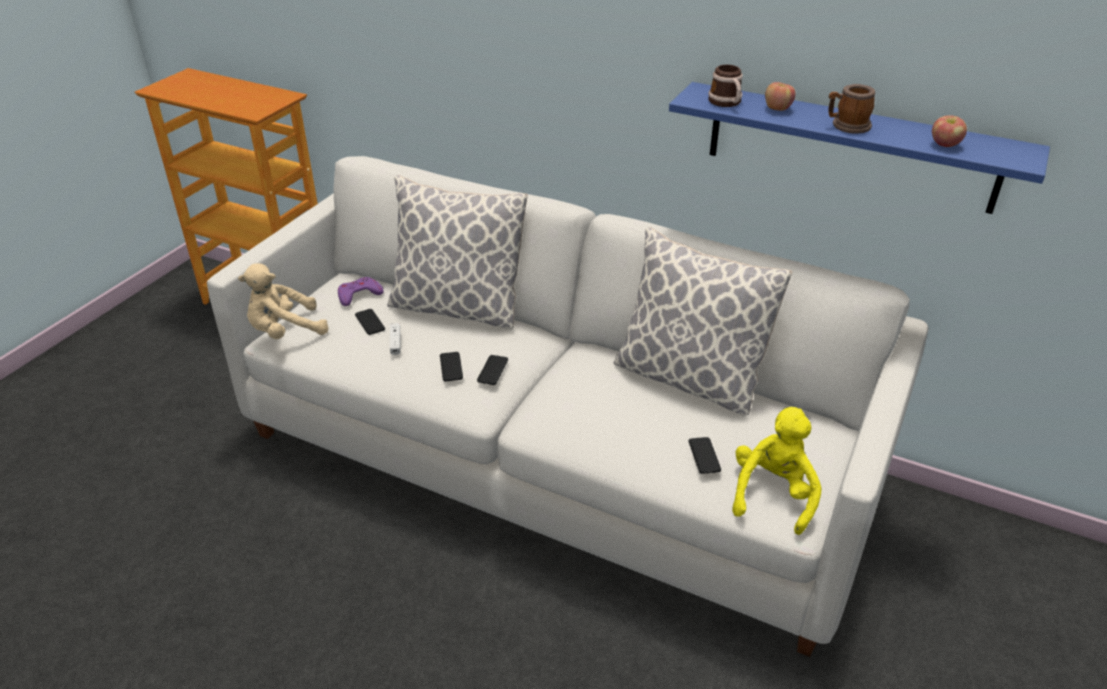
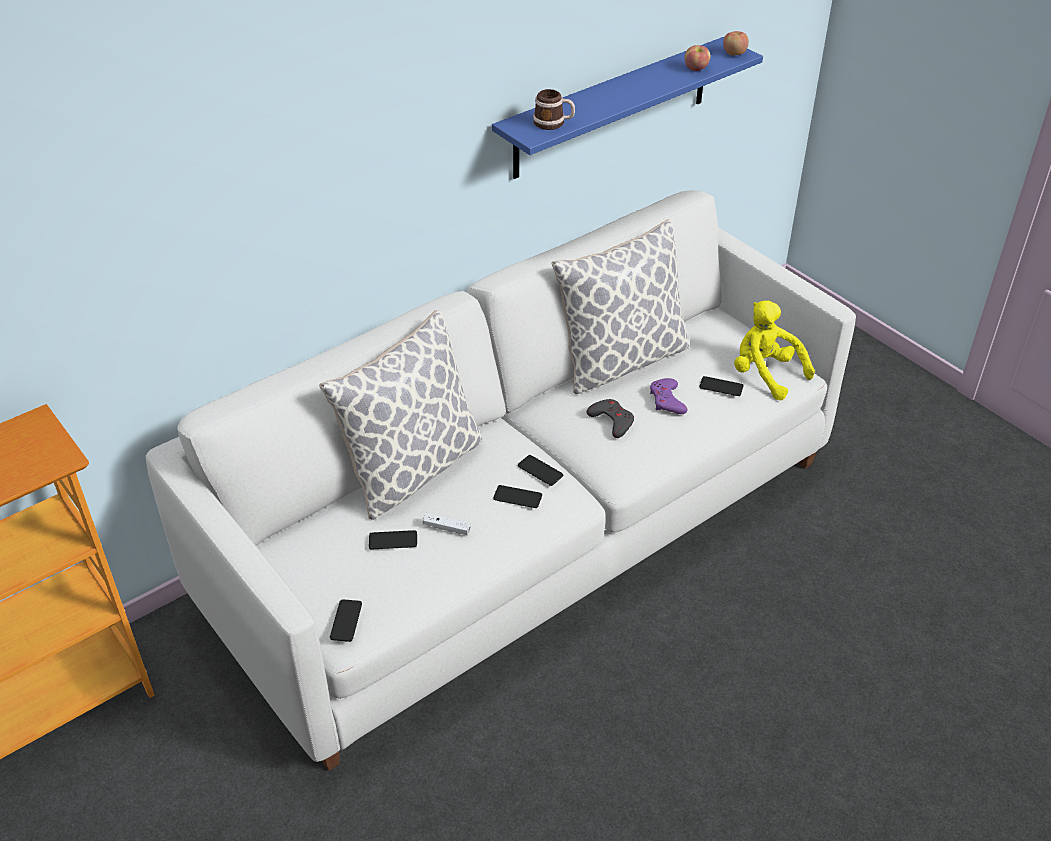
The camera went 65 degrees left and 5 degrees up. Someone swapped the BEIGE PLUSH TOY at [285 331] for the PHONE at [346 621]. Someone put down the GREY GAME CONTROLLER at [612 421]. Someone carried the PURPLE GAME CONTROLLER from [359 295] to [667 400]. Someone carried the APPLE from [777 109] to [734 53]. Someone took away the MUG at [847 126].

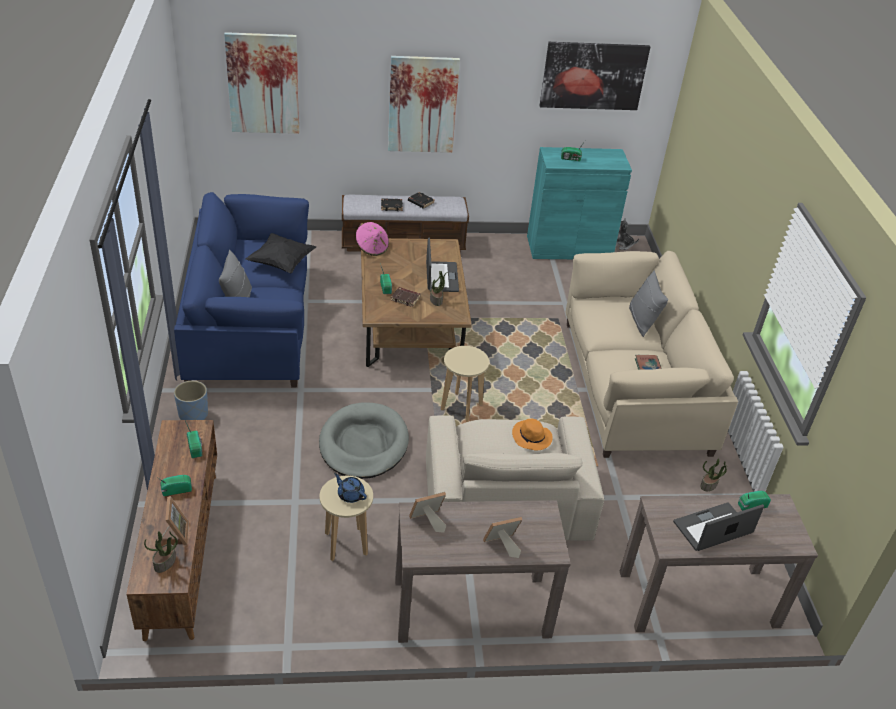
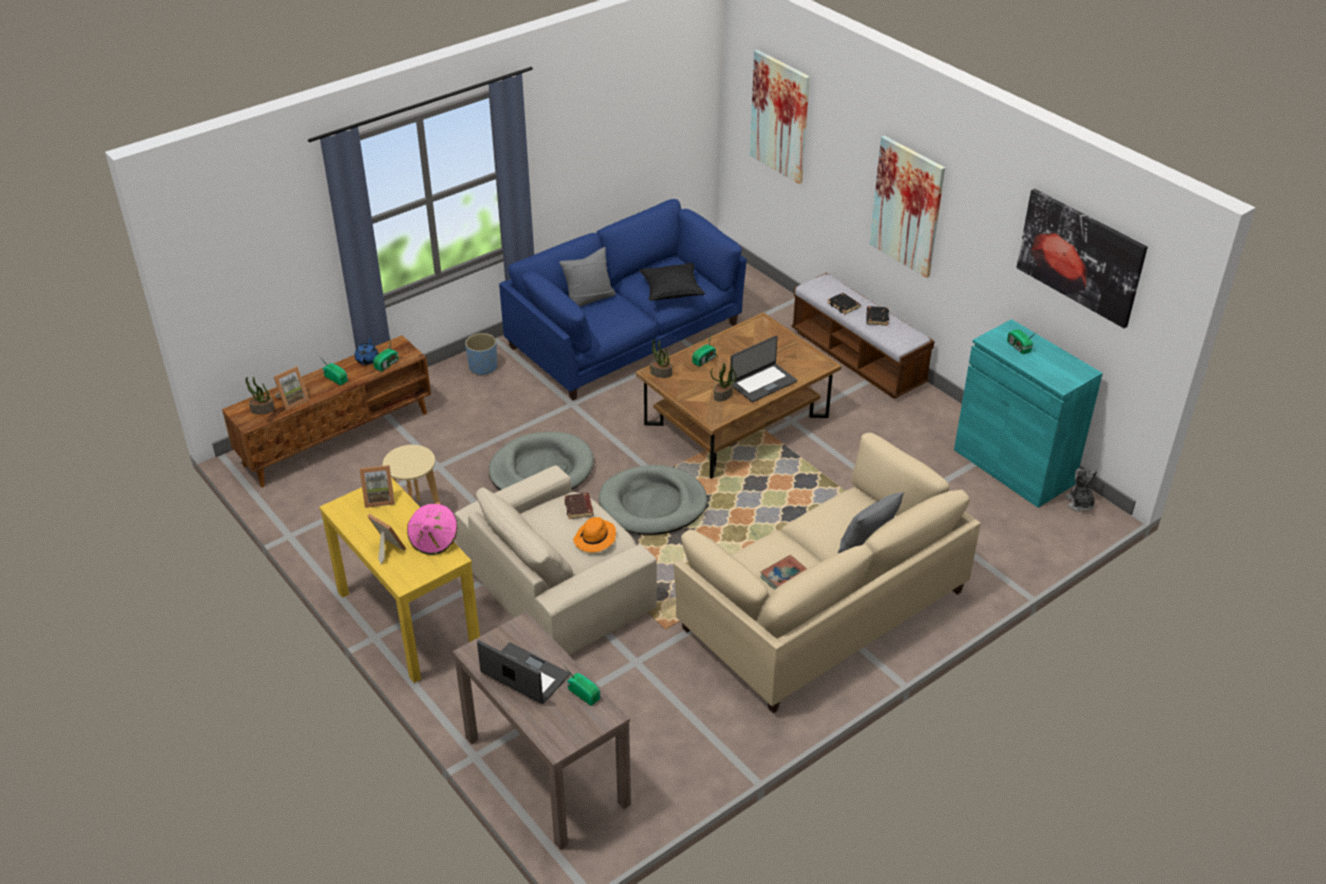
The camera went 60 degrees right and 0 degrees up. Someone repainted the BROWN CONSOLE TABLE at [471 608], which became the YELLOW CONSOLE TABLE at [407 618]. Someone carried the BLUE TEAPOT from [350 495] to [367 359]. Someone rotated the PICTURE FRAME at [427 522] by 135 degrees clockwise. Someone carried the PINK HAT from [372 248] to [434 540]. Someone carried the BROWN BOOK from [406 298] to [579 508]. Someone swapped the BEIGE STOOL at [461 407] for the GREY DOG BED at [653 504]. Someone carried the POTTED PLANT from [709 485] to [660 373].

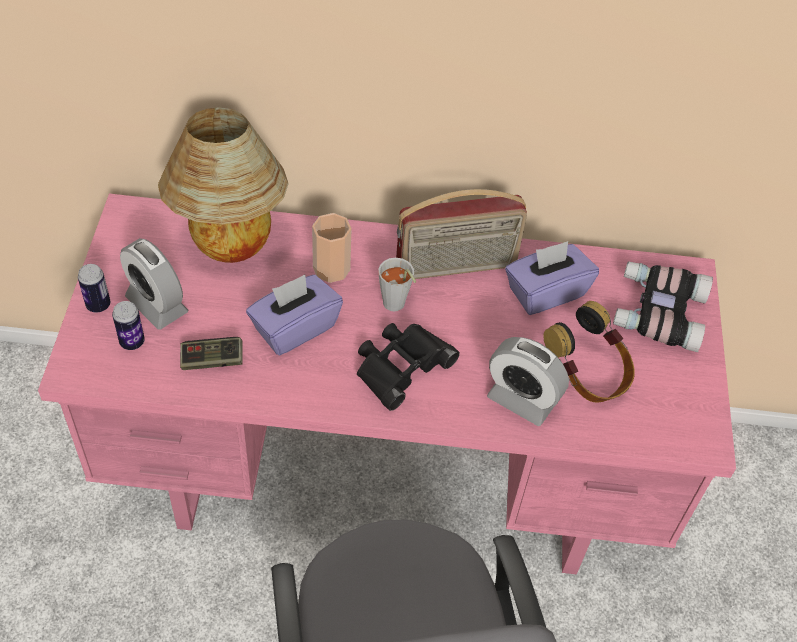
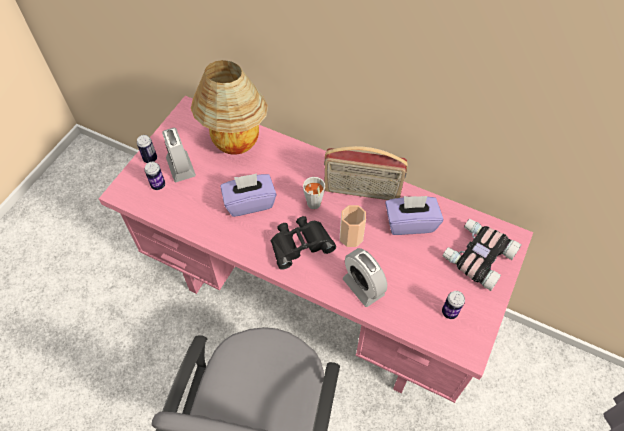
The camera went 25 degrees right and 5 degrees up. Someone carried the CUP from [331 268] to [351 237]. Someone put down the CAN at [449 312]. Someone took away the GAME CONTROLLER at [212 360]. Someone took away the HEADPHONES at [587 375].

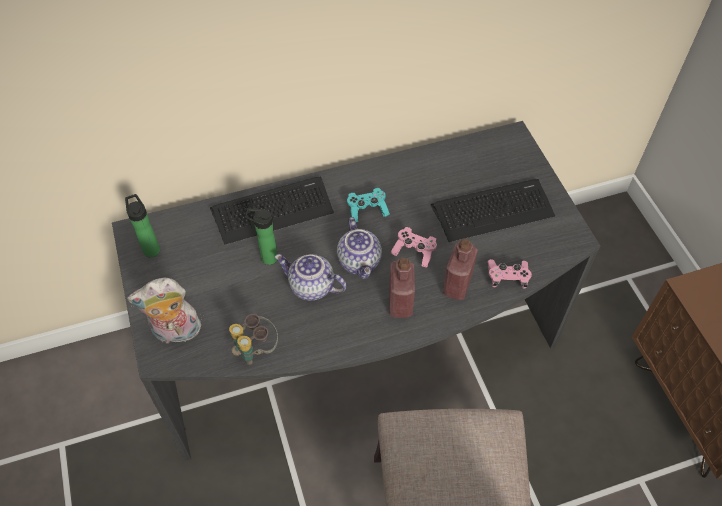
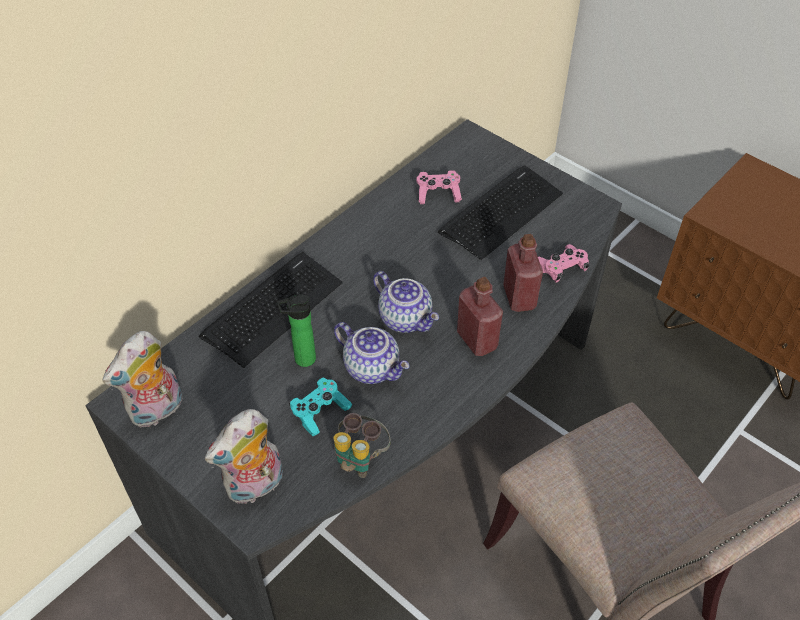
The camera went 30 degrees left and 5 degrees down. Someone swapped the BOTTLE at [151 248] for the PLUSH TOY at [157 411]. Someone carried the TURQUOISE GAME CONTROLLER from [367 210] to [320 412]. Someone rotated the TEAPOT at [310 287] by 135 degrees counterclockwise. Someone carried the PINK GAME CONTROLLER from [414 251] to [438 194].

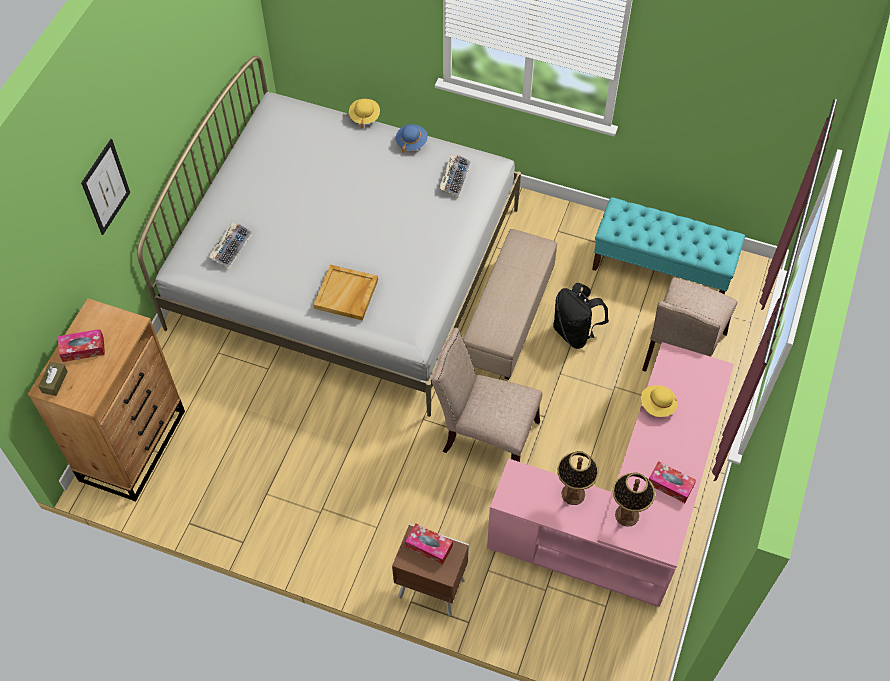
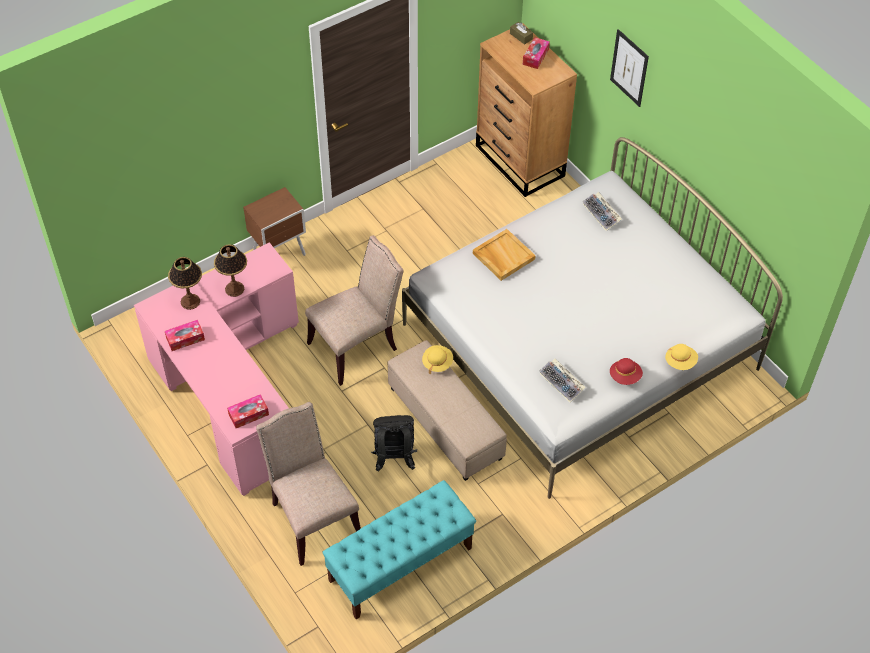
The camera went 125 degrees right and 5 degrees down. Someone carried the TISSUE BOX from [429 546] to [248 414]. Someone carried the YELLOW HAT from [657 405] to [437 363]. Someone repainted the BLUE HAT at [411 142], which became the RED HAT at [625 376].

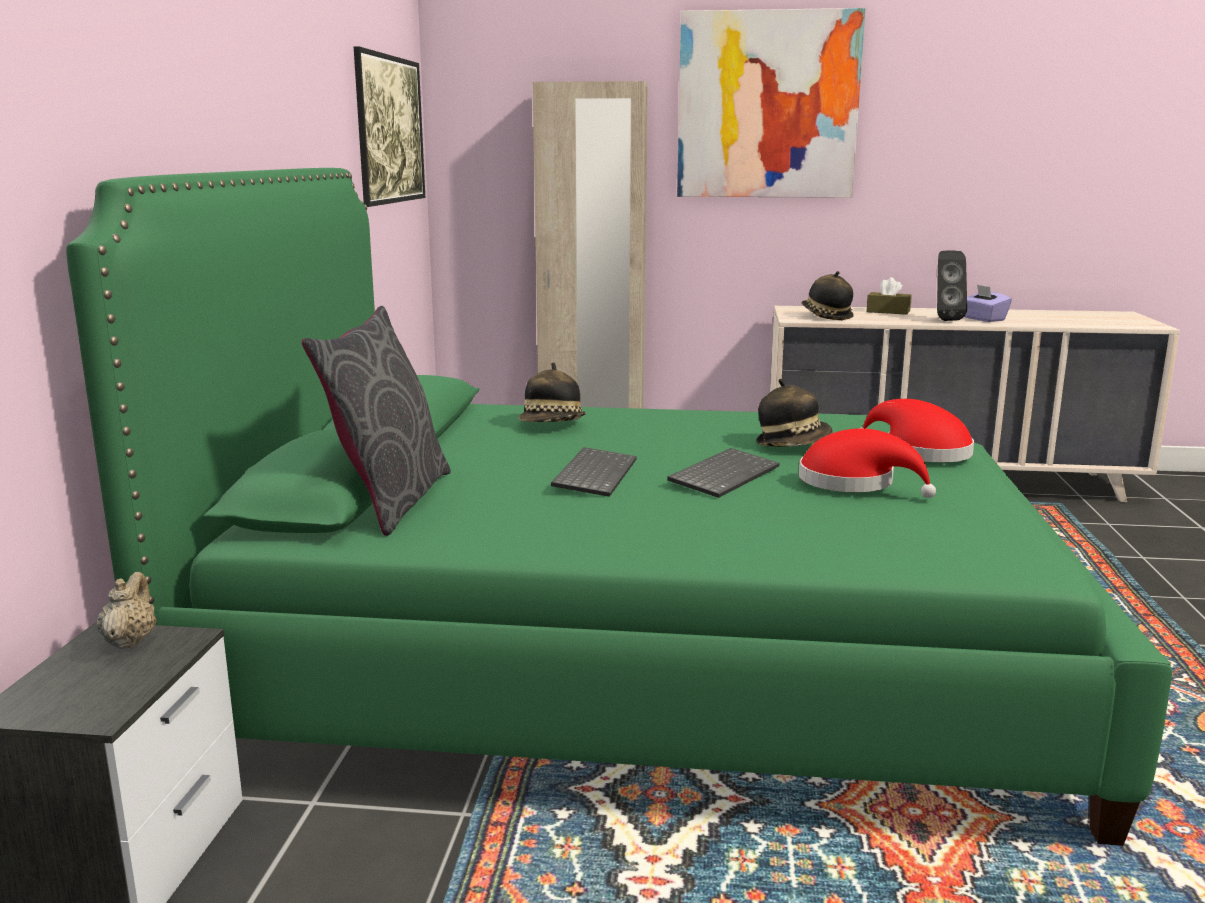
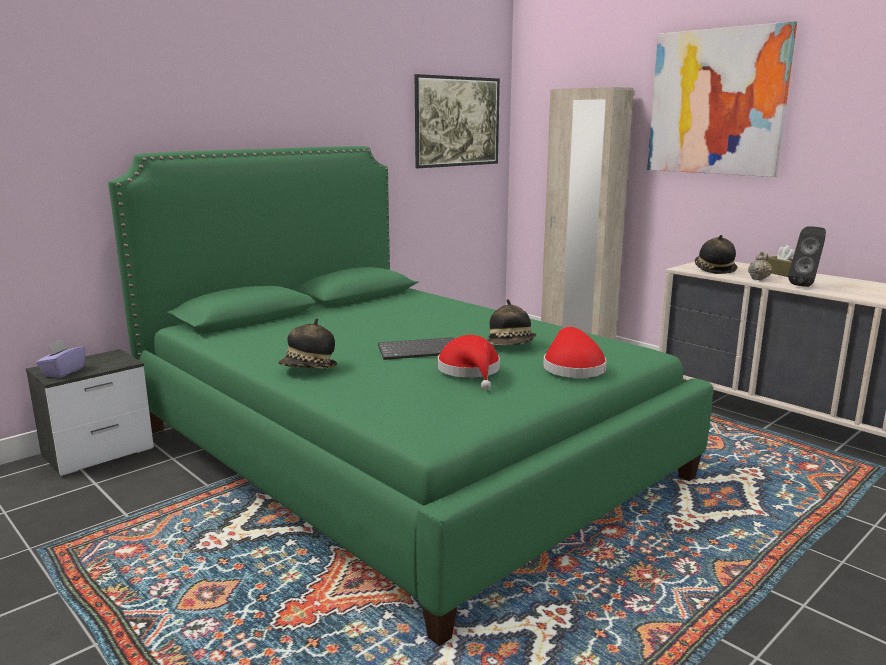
The camera went 40 degrees right and 0 degrees up. Someone carried the PURPLE TISSUE BOX from [983 319] to [63 372]. Someone carried the HAT from [552 425] to [309 369]. Someone carried the BEIGE TEAPOT from [130 641] to [758 279]. Someone took away the GREY PILLOW at [389 500]. Someone took away the KEYBOARD at [593 474].

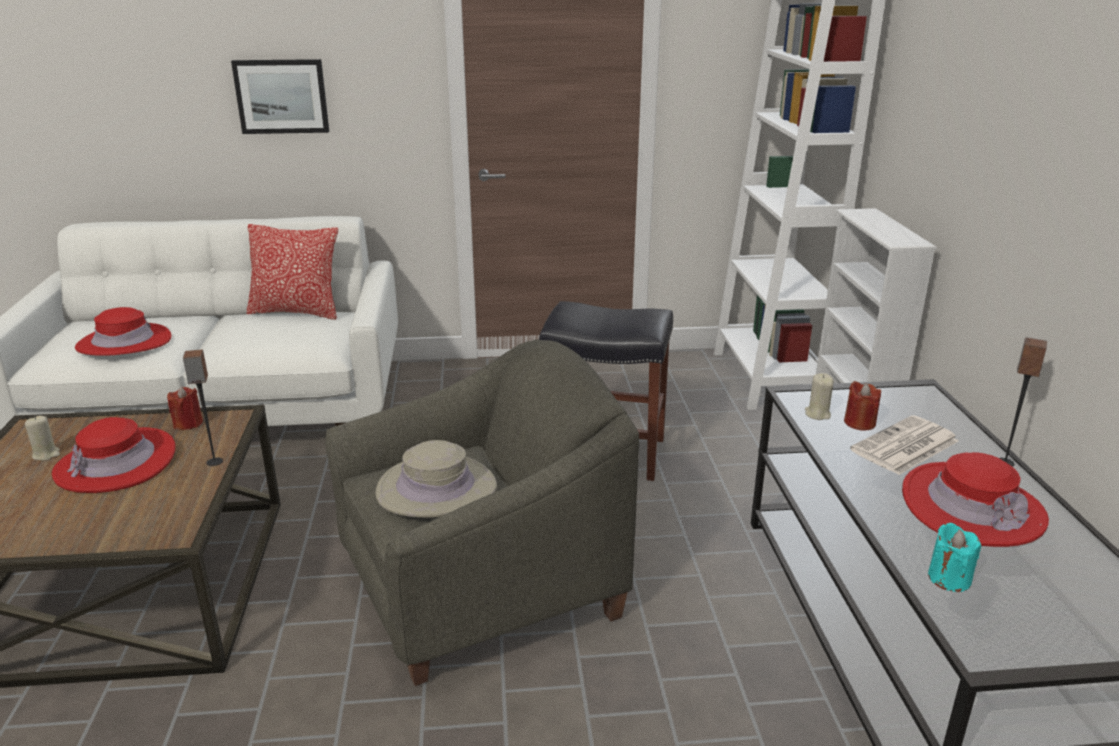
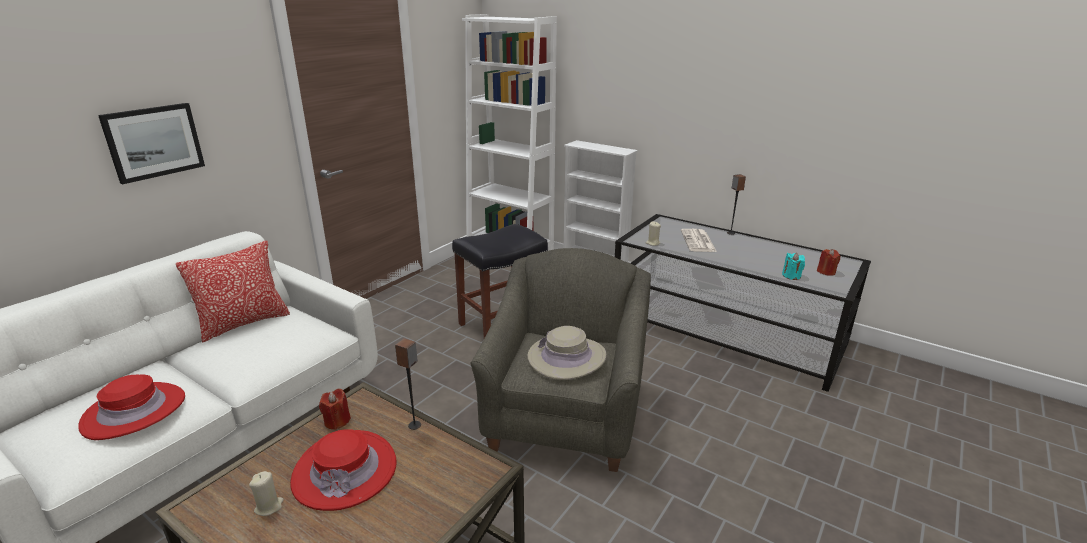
The camera went 50 degrees left and 0 degrees up. Someone carried the RED CANDLE from [859 423] to [826 271]. Someone took away the RED HAT at [971 507].

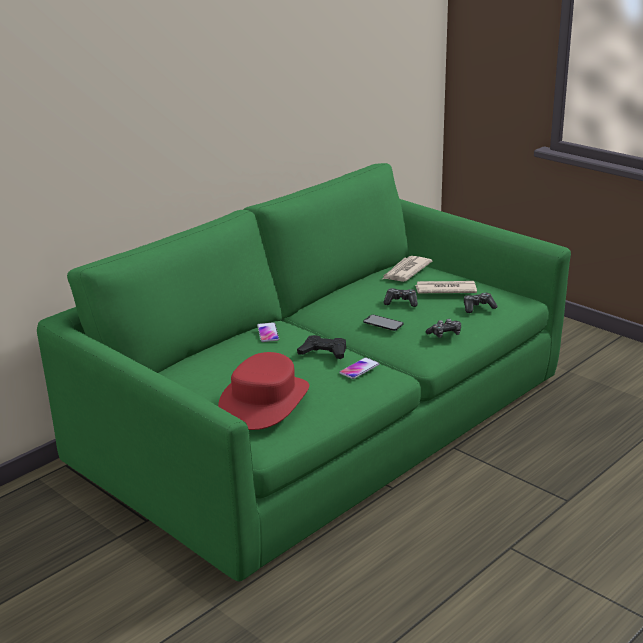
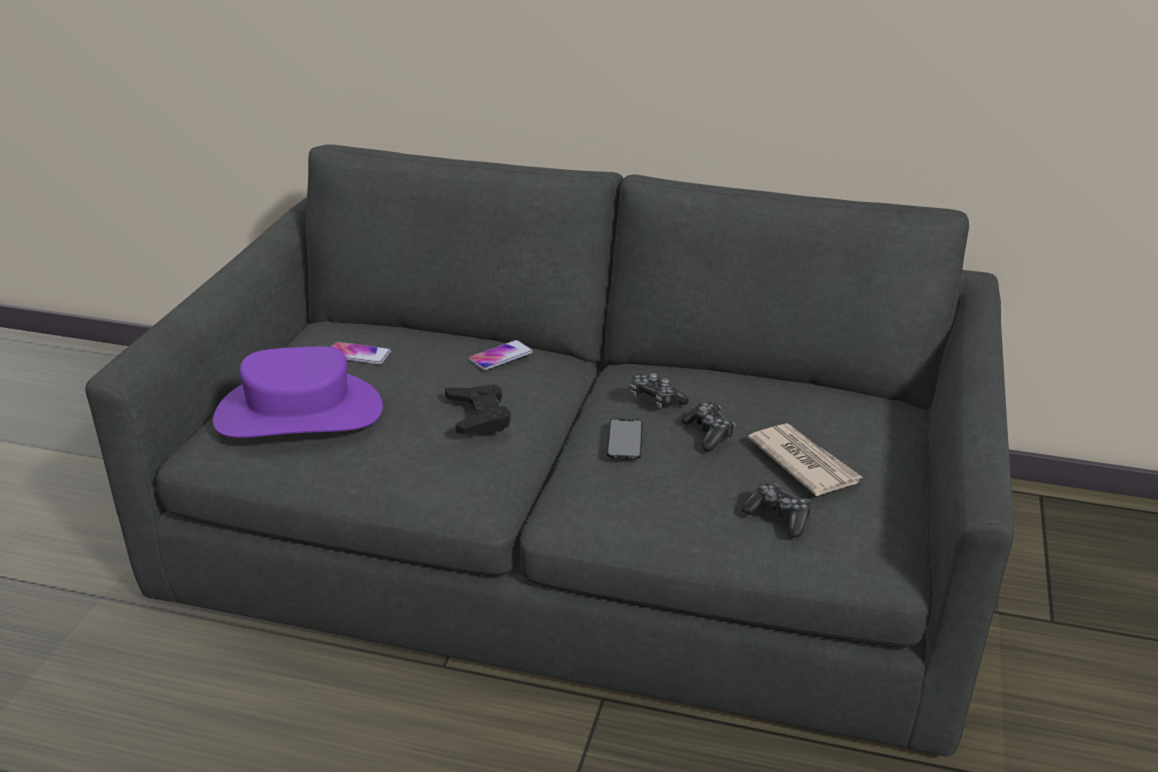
The camera went 60 degrees right and 5 degrees up. Someone repainted the GREEN SOFA at [324 419], which became the GREY SOFA at [580 537]. Someone repainted the RED HAT at [264 401], which became the PURPLE HAT at [299 412]. Someone carried the PHONE from [359 369] to [358 354]. Someone carried the GAME CONTROLLER from [445 334] to [655 399]. Someone took away the NEWSPAPER at [405 271].

